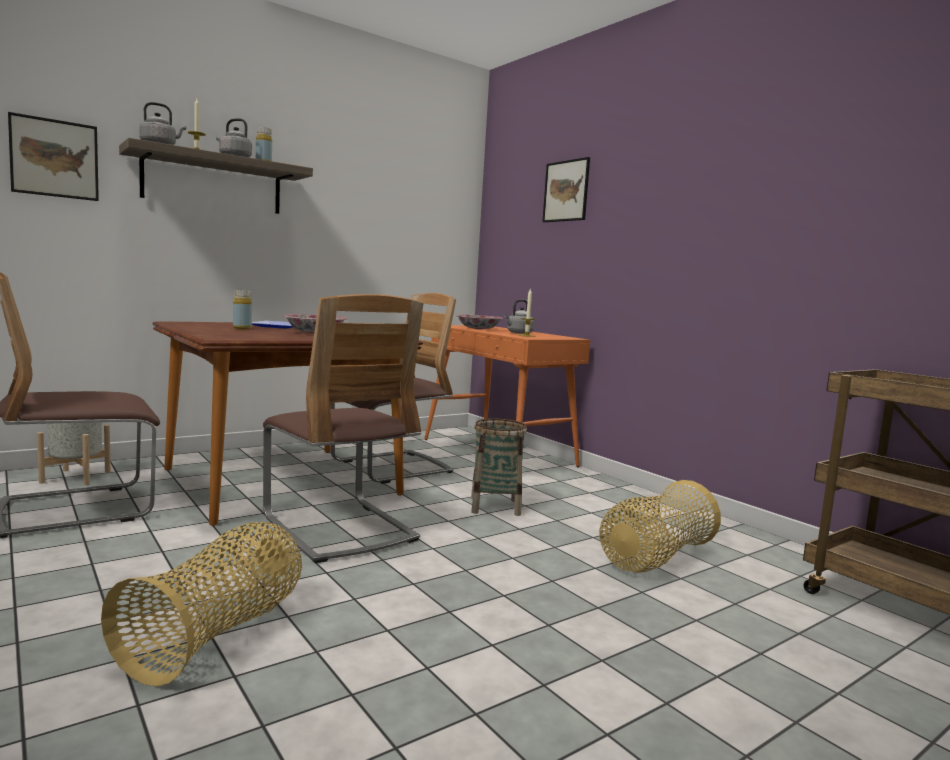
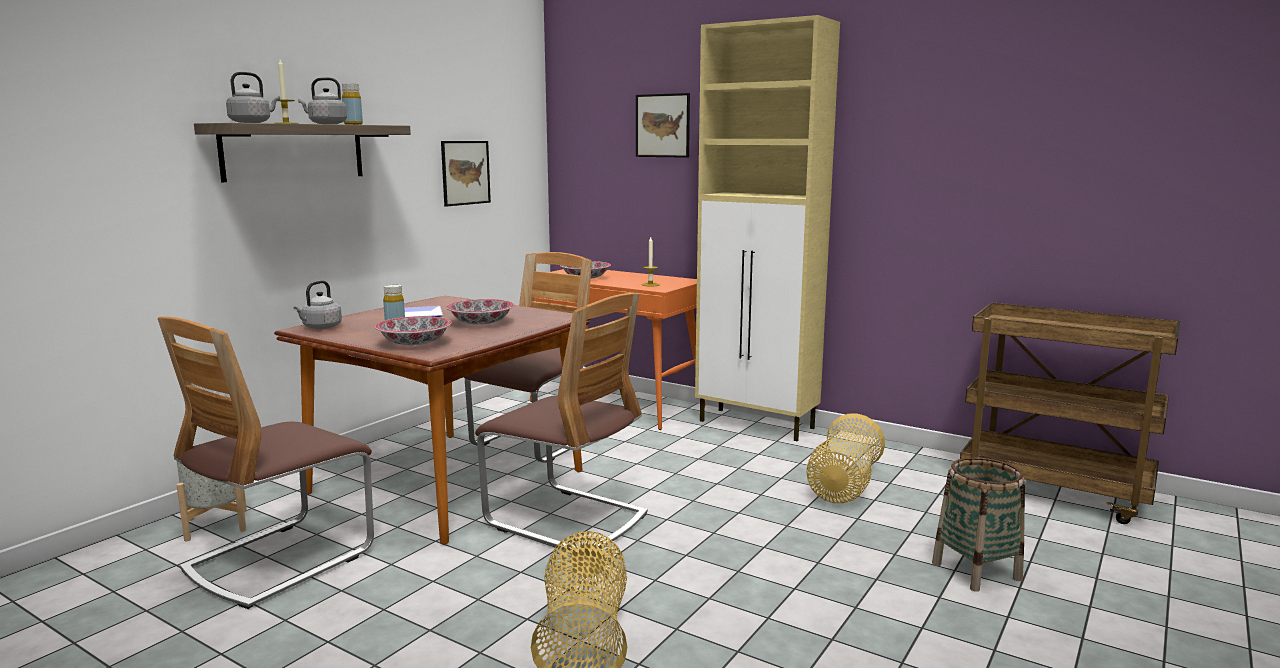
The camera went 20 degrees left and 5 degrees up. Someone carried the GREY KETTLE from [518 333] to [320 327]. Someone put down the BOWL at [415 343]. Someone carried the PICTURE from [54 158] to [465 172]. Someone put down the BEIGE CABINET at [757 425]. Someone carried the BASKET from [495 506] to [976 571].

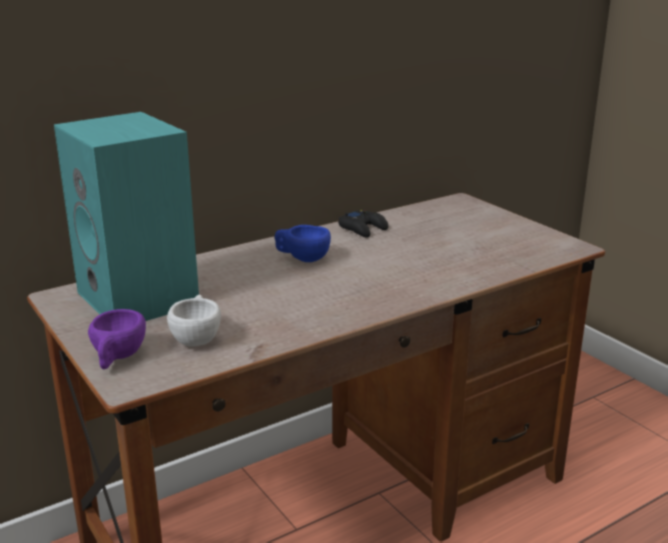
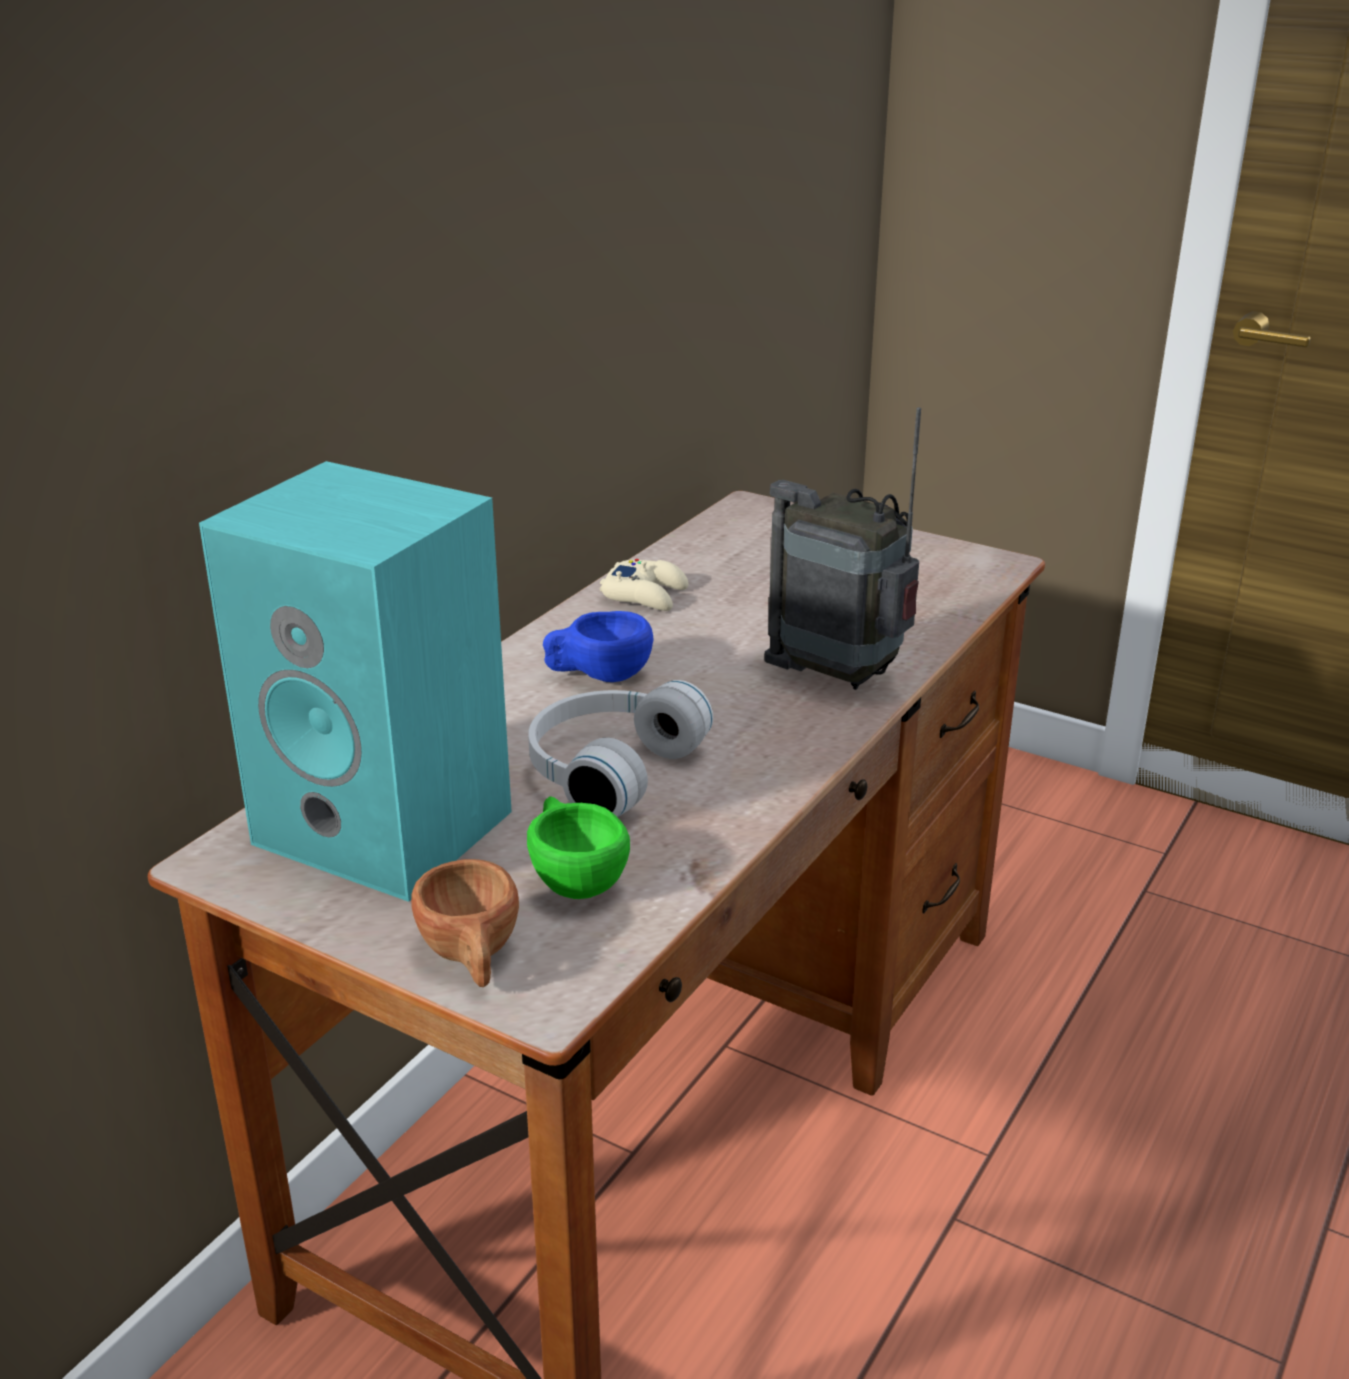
The camera went 25 degrees left and 5 degrees up. Someone repainted the PURPLE CUP at [117 358], which became the BROWN CUP at [472 957]. Someone repainted the WHITE CUP at [197 337], which became the GREEN CUP at [573 877]. Someone put down the WHITE HEADPHONES at [607 769]. Someone repainted the BLACK GAME CONTROLLER at [363 229], which became the BEIGE GAME CONTROLLER at [645 595]. Someone put down the RADIO at [839 676].

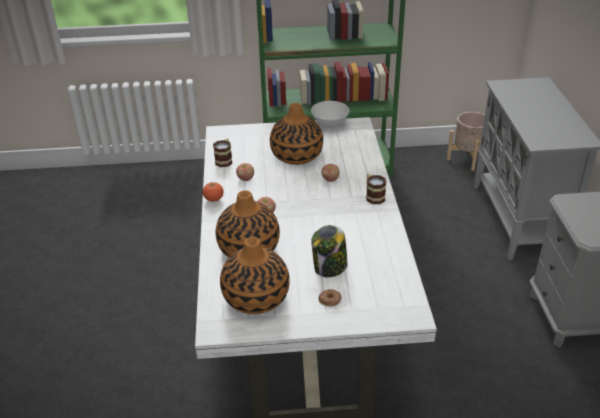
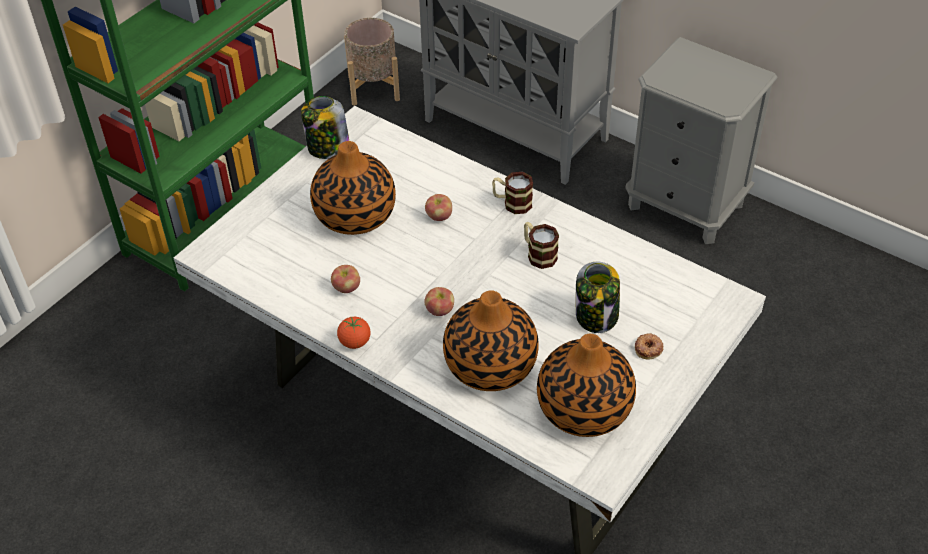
The camera went 50 degrees left and 10 degrees up. Someone swapped the WHITE BOWL at [329 125] for the JAR at [327 148]. Someone carried the MUG from [224 160] to [538 254].

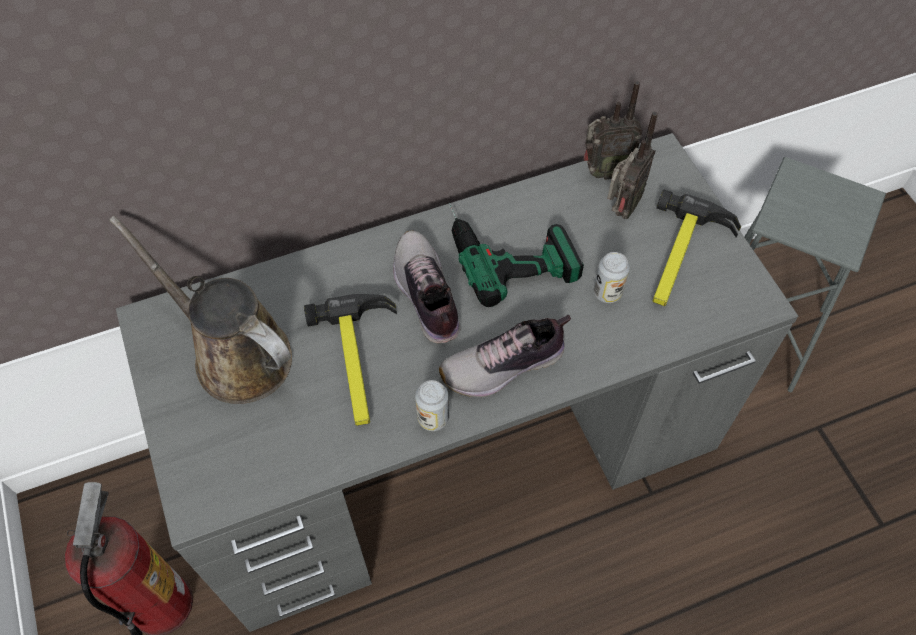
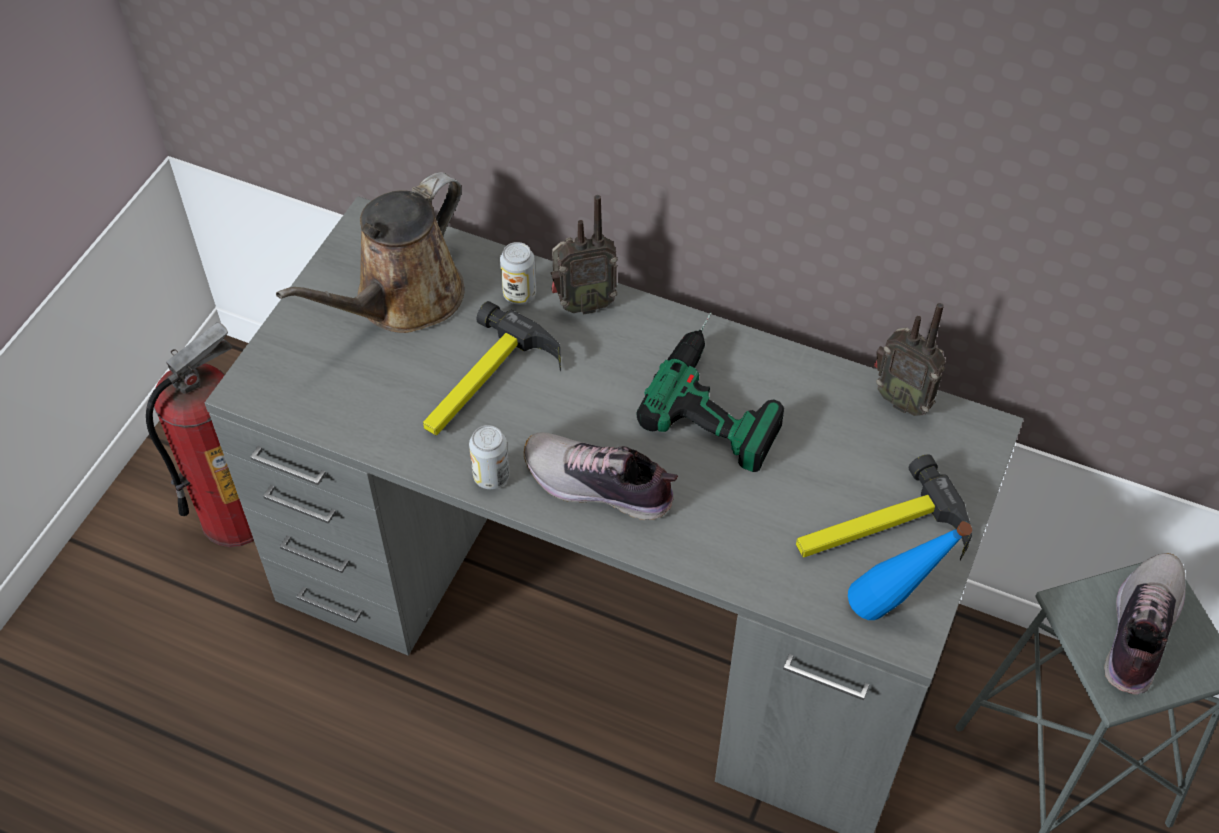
The camera went 45 degrees right and 5 degrees down. Someone rotated the BROWN WATERING CAN at [235 354] by 135 degrees counterclockwise. Someone carried the CAN from [607 292] to [519 294]. Someone carried the RADIO from [621 209] to [582 304]. Someone put down the BLUE BOTTLE at [892 611]. Someone carried the SHOE from [426 296] to [1138 631].

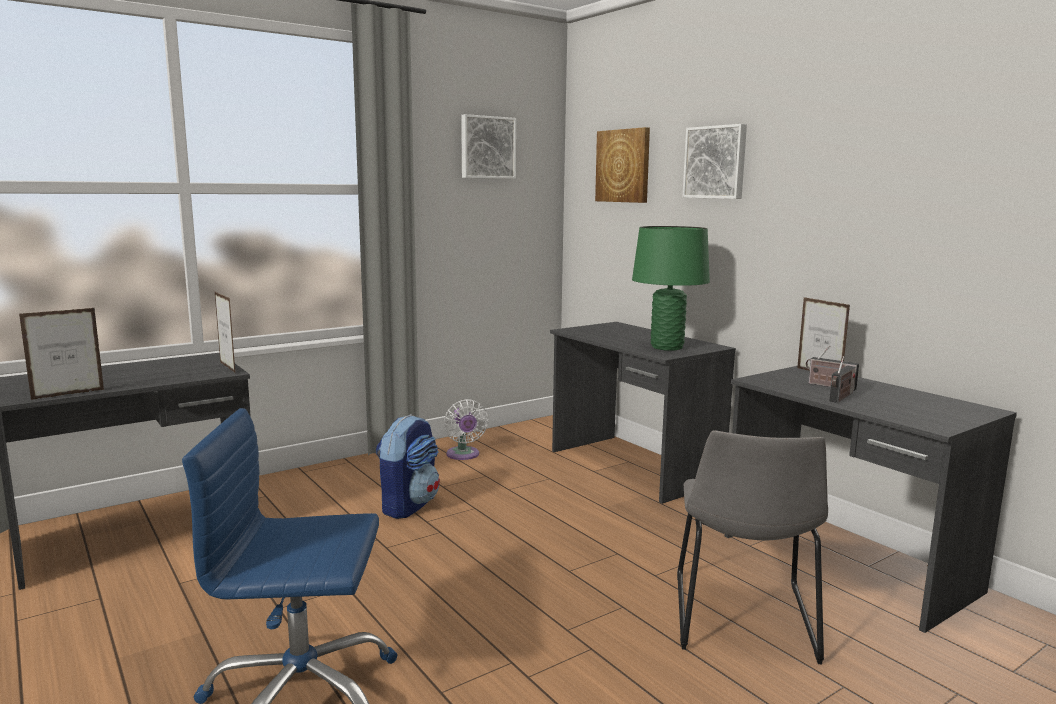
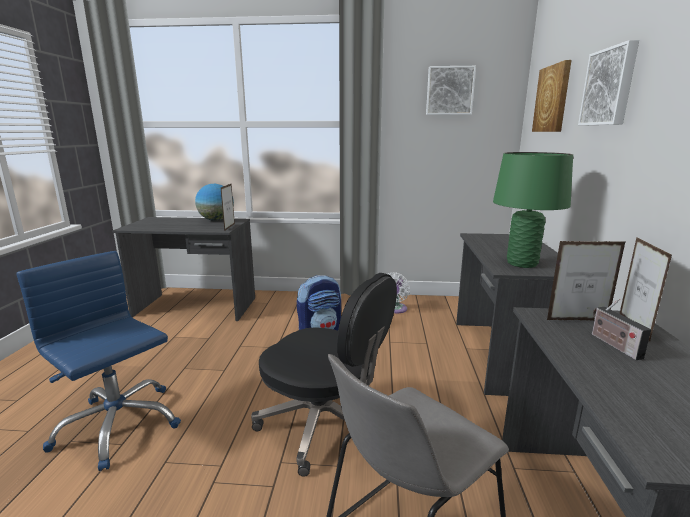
The camera went 40 degrees right and 5 degrees up. Someone put down the GLOBE at [216 220]. Someone put down the BLACK OFFICE CHAIR at [324 425]. Someone carried the PICTURE FRAME from [68 394] to [577 320]. Someone took away the RADIO at [841 397].

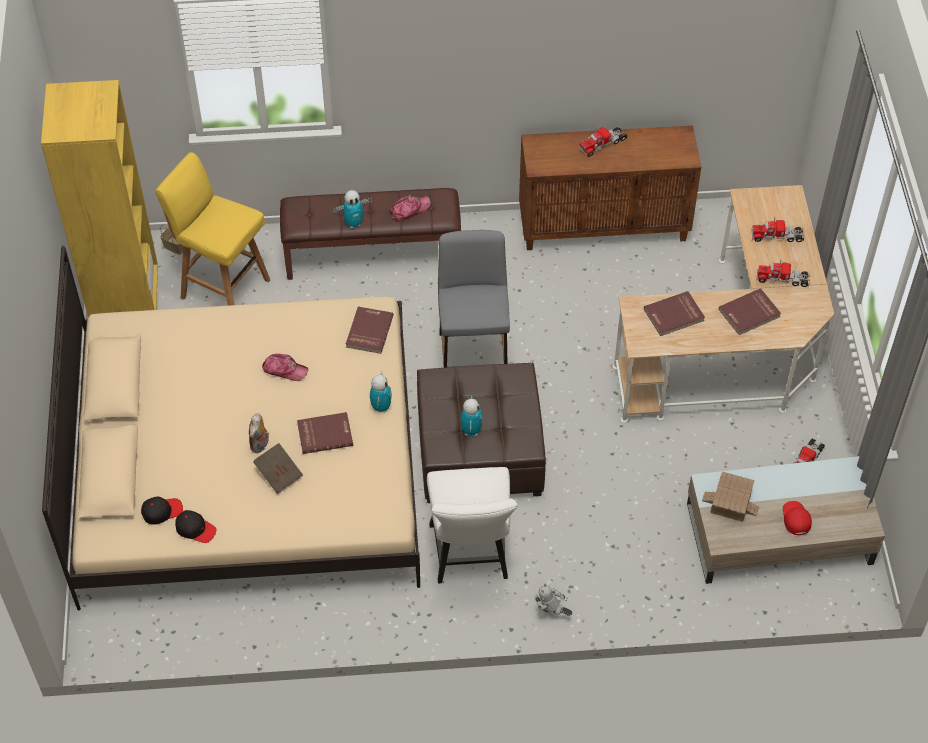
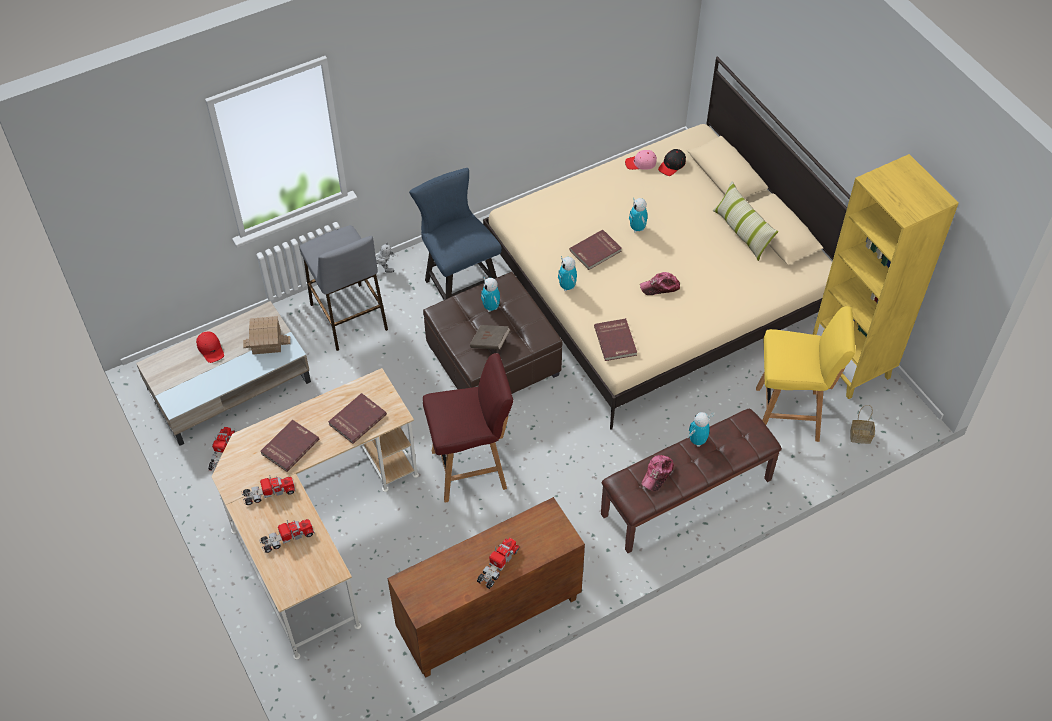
The camera went 155 degrees right and 0 degrees up. Someone carried the GREY STOOL from [473 361] to [349 317]. Someone repainted the WHITE CHAIR at [470 557], which became the BLUE CHAIR at [459 284]. Someone put down the RED STOOL at [471 469]. Someone carried the BROWN BOOK from [279 474] to [490 343]. Someone repainted the BLACK CAP at [195 529], which became the PINK CAP at [641 163]. Someone swapped the PLUSH TOY at [260 445] for the TOY ROBOT at [637 228]. Someone put down the PILLOW at [742 232].

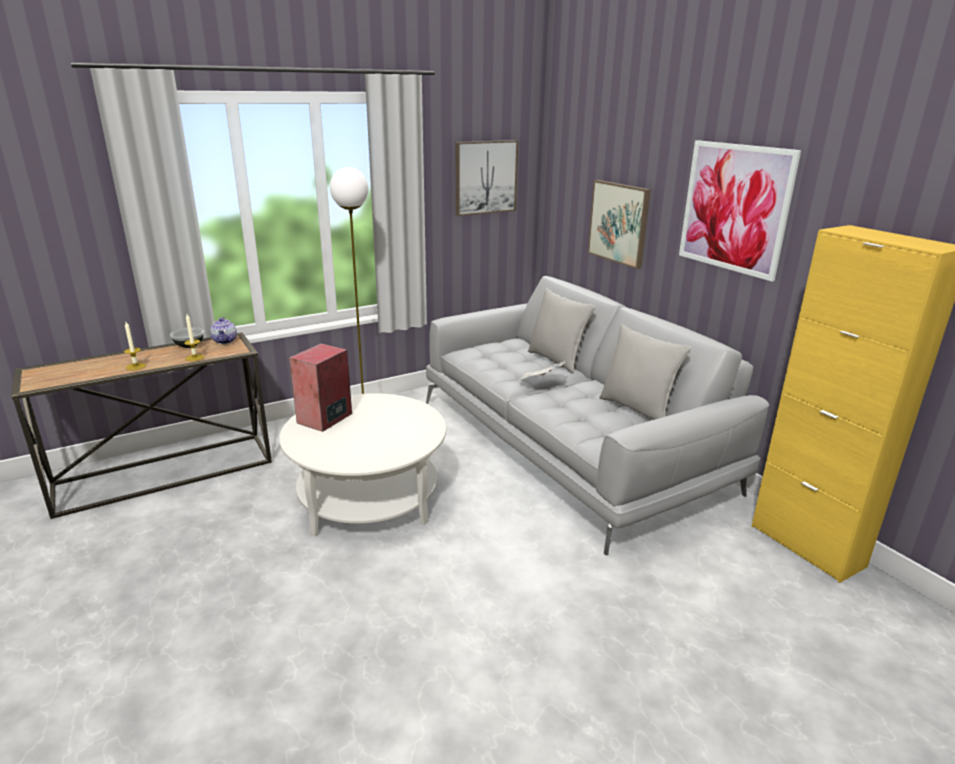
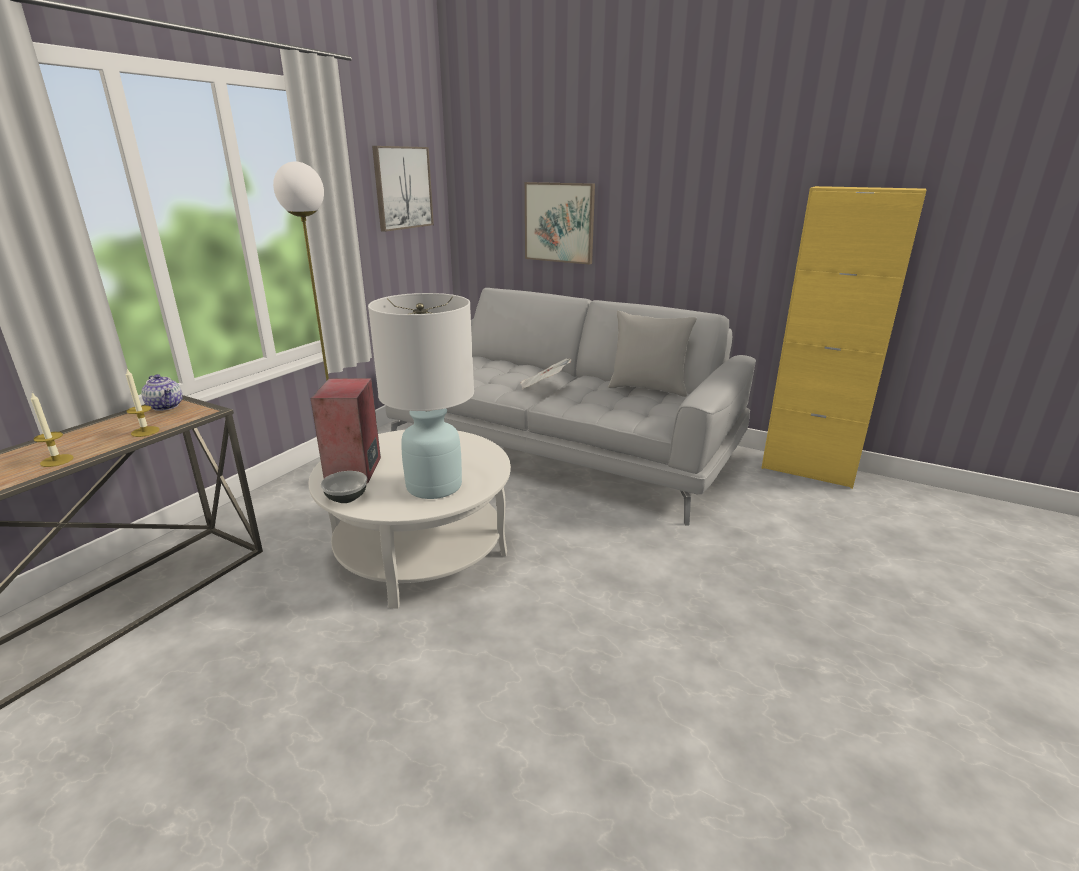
The camera went 30 degrees left and 0 degrees up. Someone carried the BOWL from [189 345] to [346 497]. Someone put down the WHITE TABLE LAMP at [434 486]. Someone took away the GREY PILLOW at [557 360]. Someone took away the PICTURE at [734 208].

